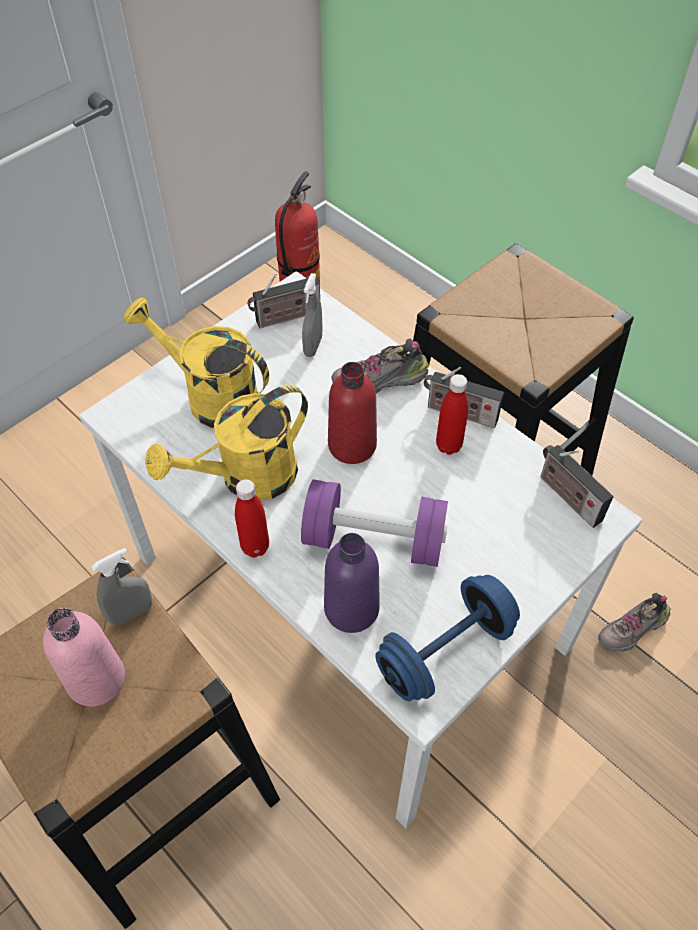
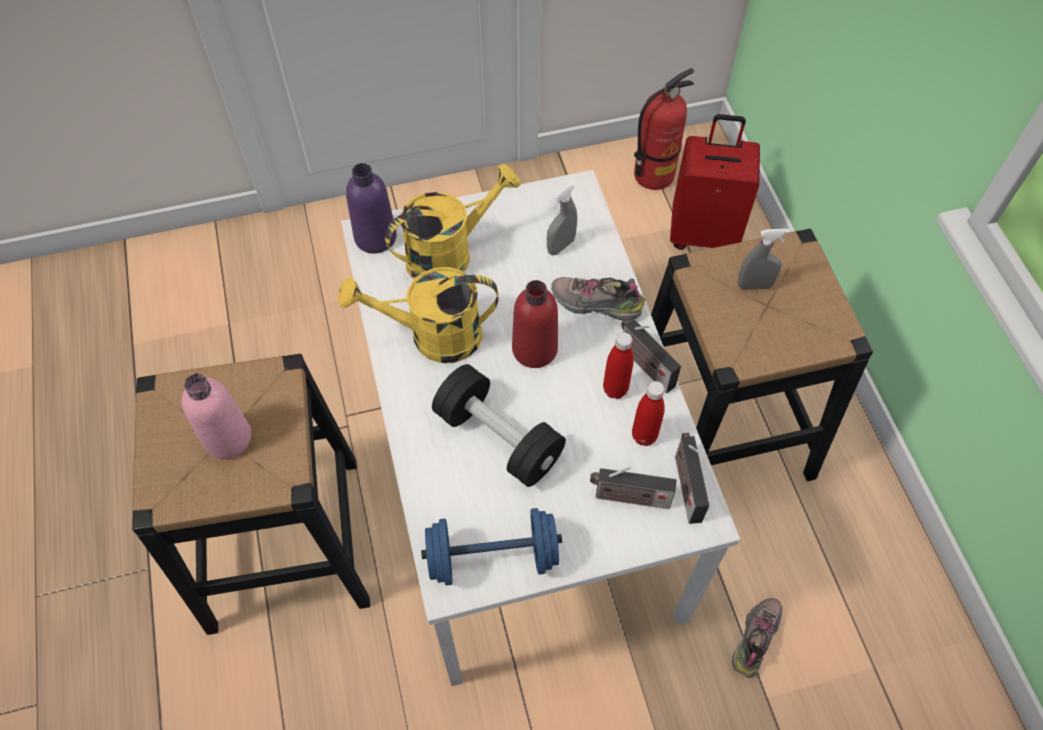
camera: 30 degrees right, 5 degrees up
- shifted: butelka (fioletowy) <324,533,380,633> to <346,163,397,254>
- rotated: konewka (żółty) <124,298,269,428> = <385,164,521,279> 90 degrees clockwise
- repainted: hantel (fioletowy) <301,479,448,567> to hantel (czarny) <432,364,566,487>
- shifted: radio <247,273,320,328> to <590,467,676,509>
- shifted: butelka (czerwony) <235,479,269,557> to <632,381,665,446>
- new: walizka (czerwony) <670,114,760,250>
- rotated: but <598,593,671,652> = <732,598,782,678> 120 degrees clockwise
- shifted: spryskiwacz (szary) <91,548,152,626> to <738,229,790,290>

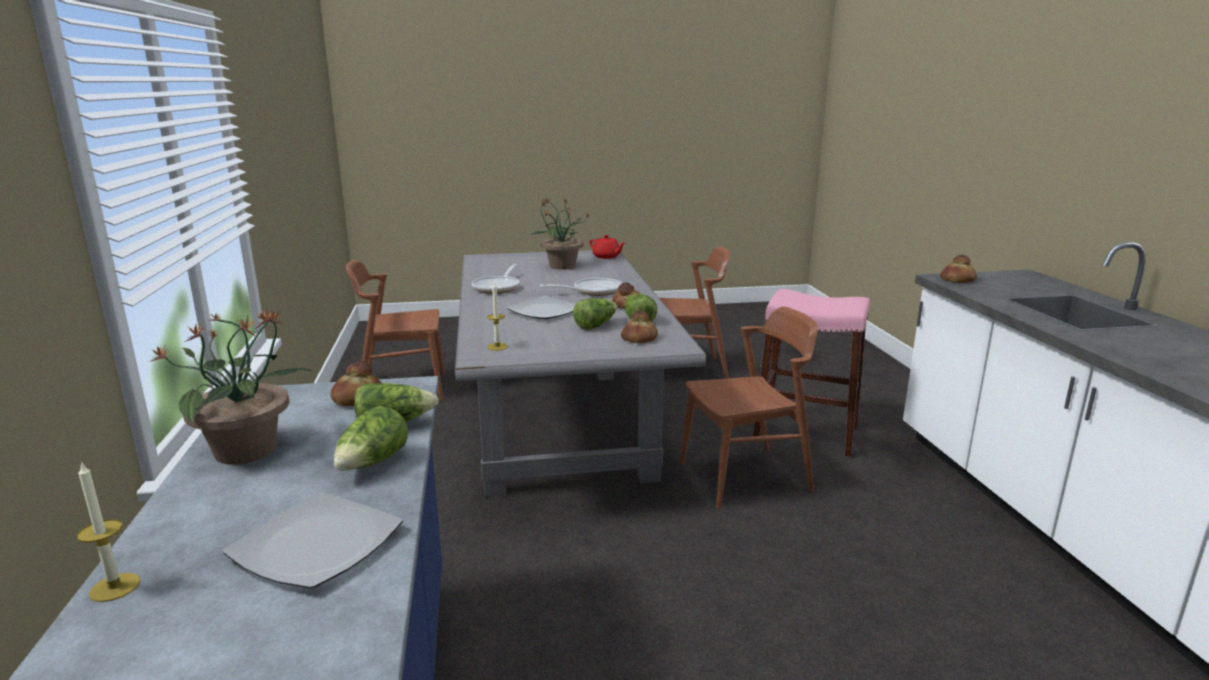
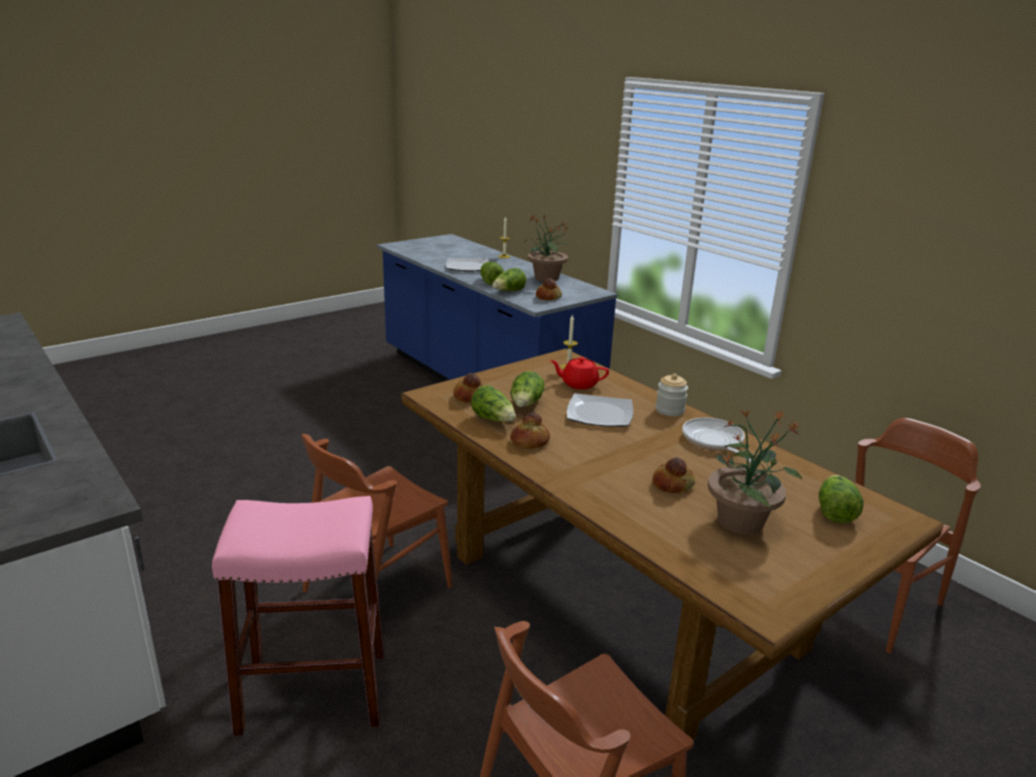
camera: 150 degrees right, 5 degrees up
- repainted: stół jadalny (szary) <455,250,706,497> to stół jadalny (brązowy) <401,349,944,740>
- shifted: imbryk (czerwony) <589,235,625,259> to <550,357,609,389>
- shifted: chleb <940,255,977,283> to <653,457,695,493>
- new: słoik <656,374,688,416>
- new: sałata <819,475,864,524>
- gone: patelnia <540,278,622,296>

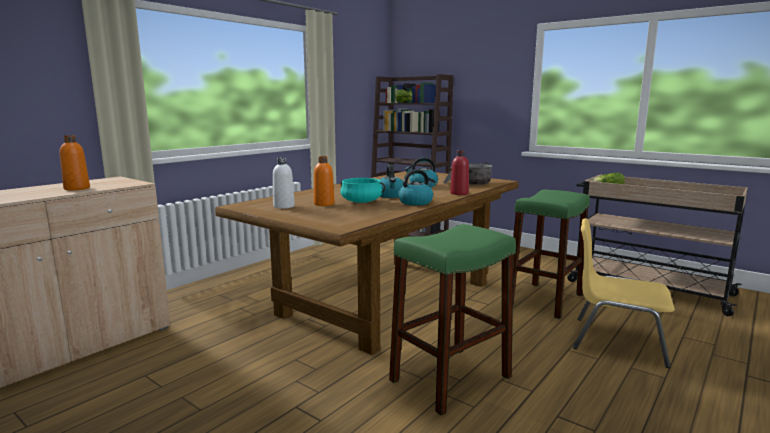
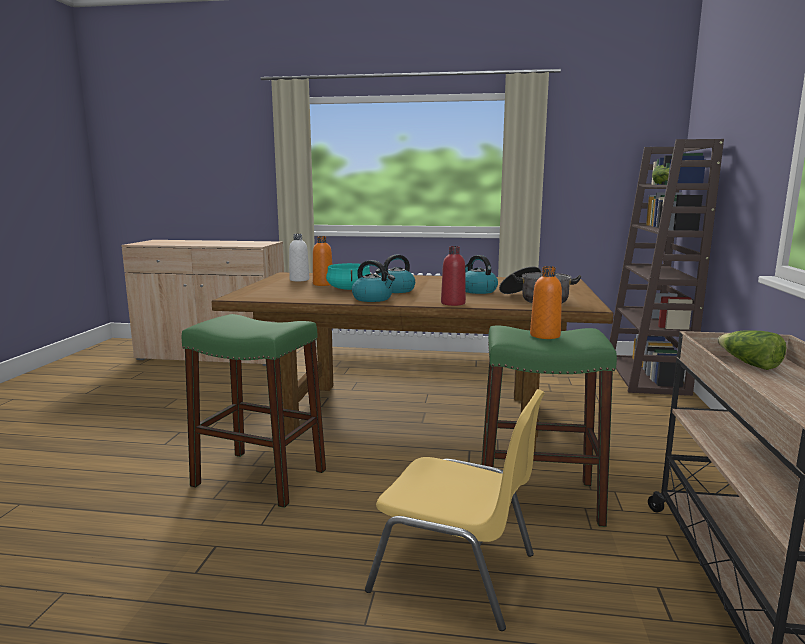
camera: 60 degrees right, 0 degrees up
- rotated: krzesło (żółty) <573,218,675,368> = <365,389,545,631> 120 degrees clockwise
- shifted: butelka (pomarańczowy) <60,135,90,191> to <530,266,562,339>

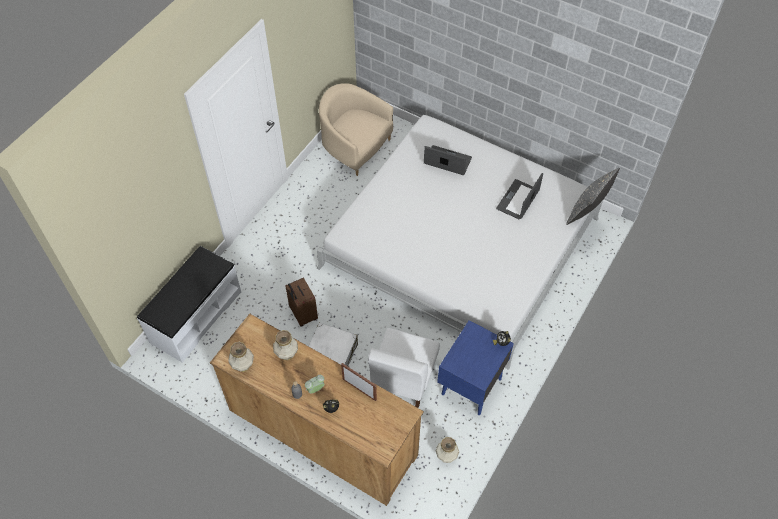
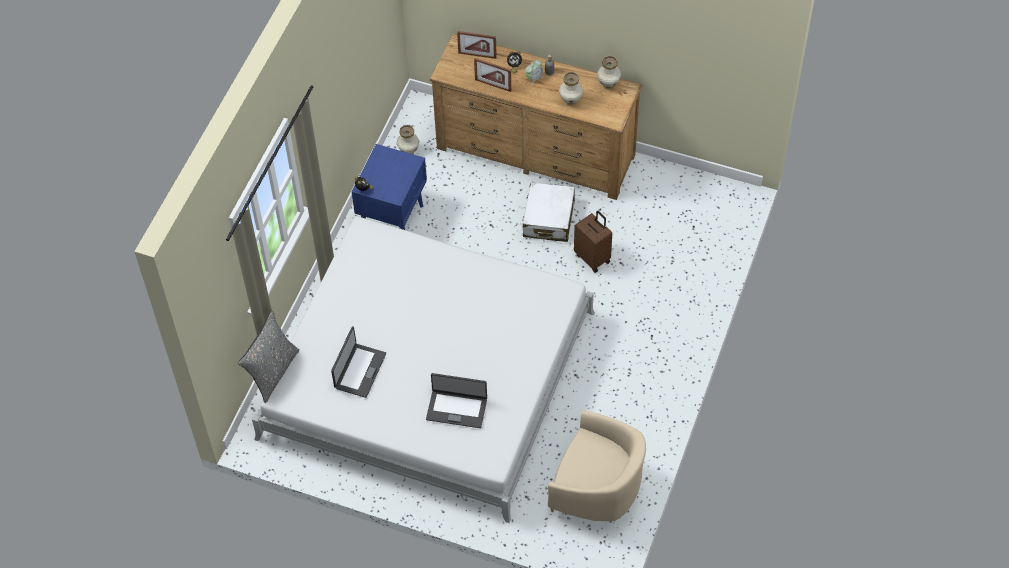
camera: 170 degrees right, 0 degrees up
- new: ramka na zdjęcie <457,31,497,59>
- gone: ławka (biały) <137,246,241,363>
- gone: krzesło (biały) <368,328,440,408>

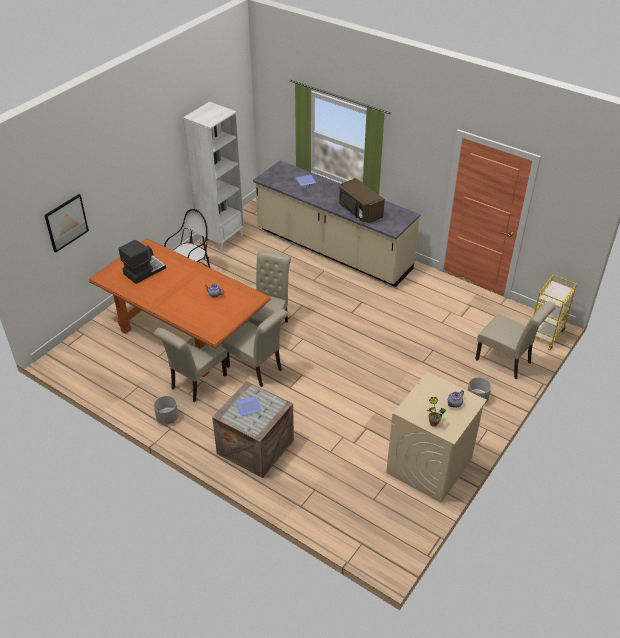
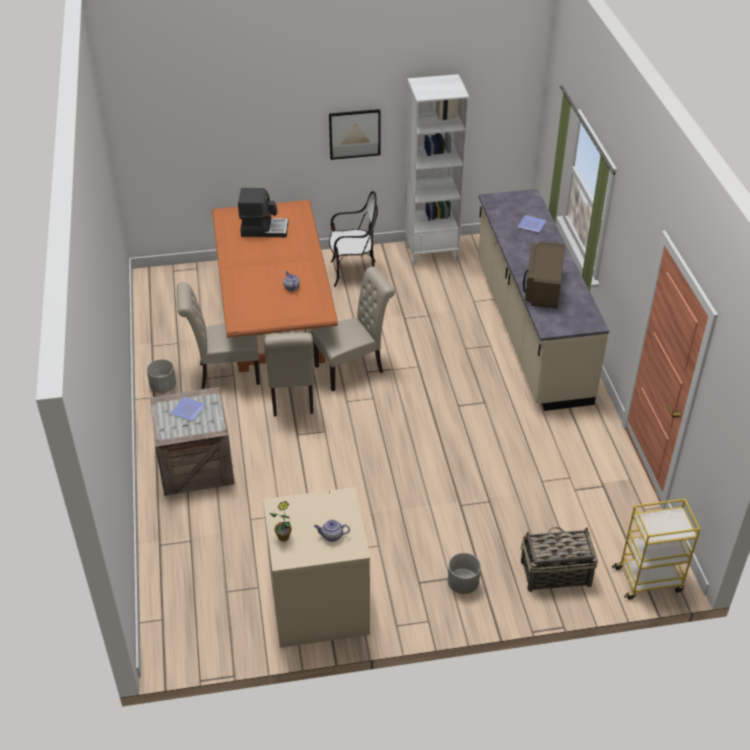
camera: 45 degrees right, 0 degrees up
- shifted: obraz <44,194,89,253> to <329,109,381,160>
- swapped: krzesło (beżowy) <475,302,556,380> to koszyk <520,527,598,592>

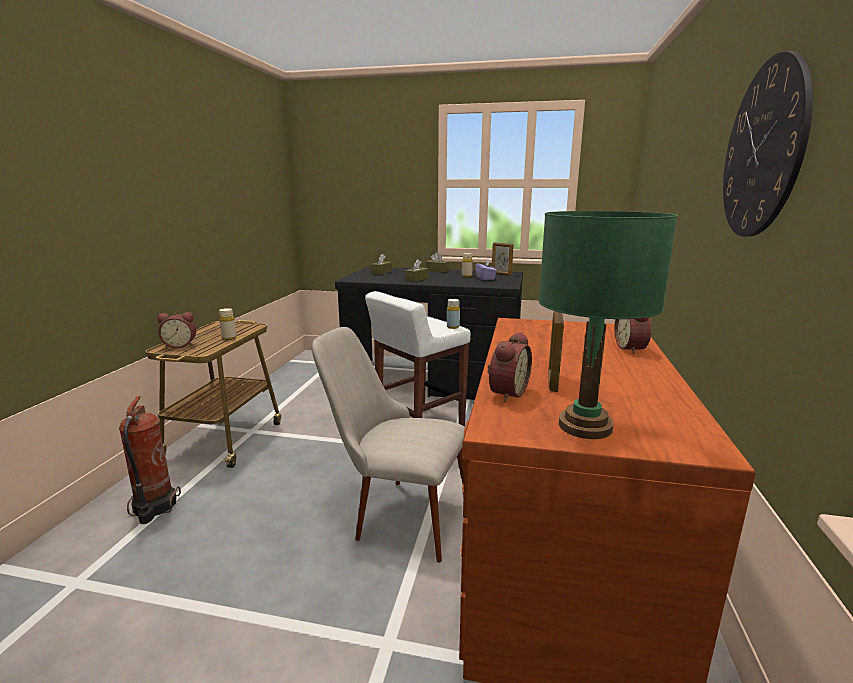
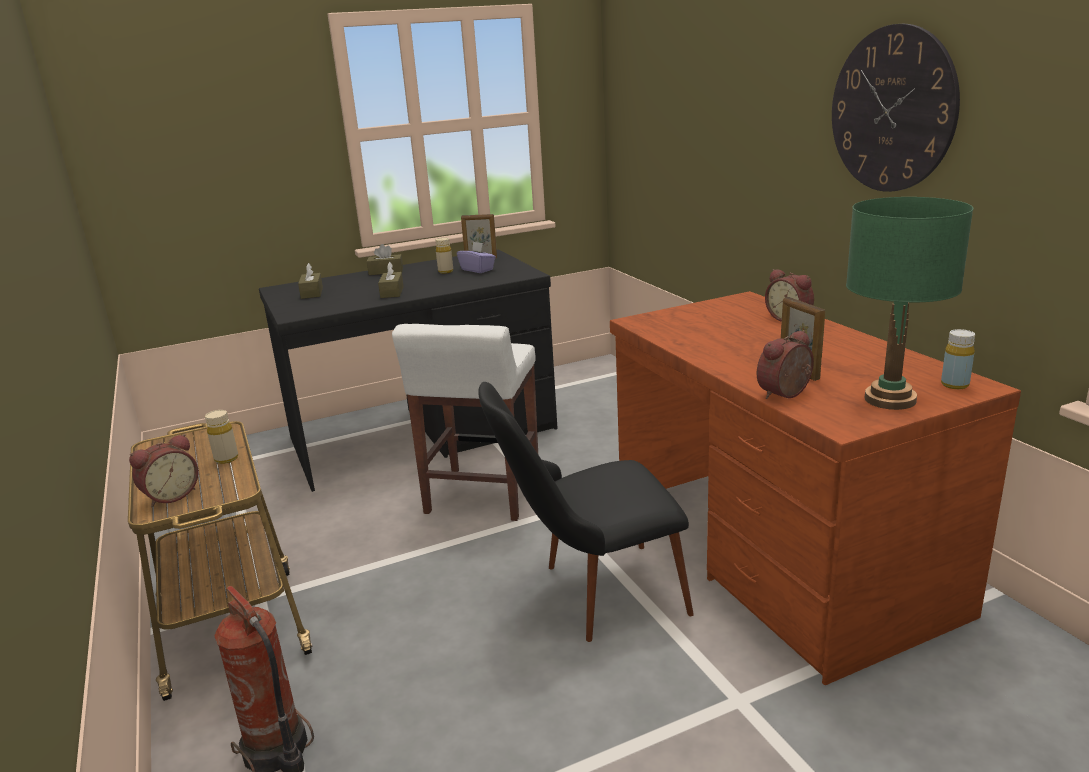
camera: 35 degrees left, 5 degrees up
- repainted: krzesło (beżowy) <312,327,465,563> to krzesło (czarny) <478,382,694,642>
- rotated: budzik <487,332,532,402> = <757,330,814,399> 120 degrees counterclockwise
- shifted: butelka (żółty) <447,299,460,329> to <941,329,975,389>

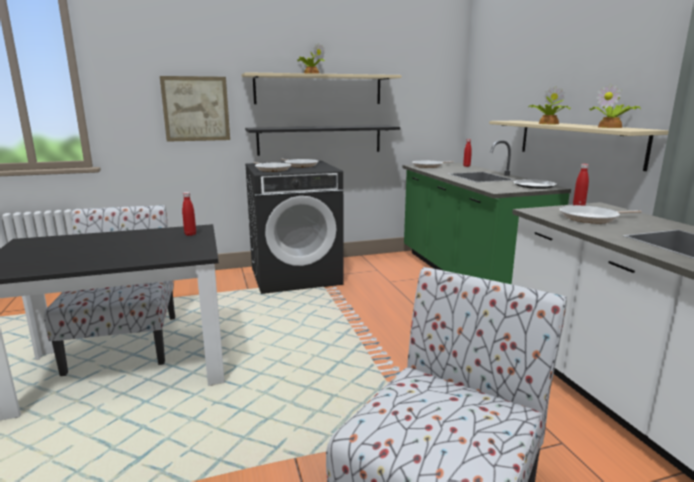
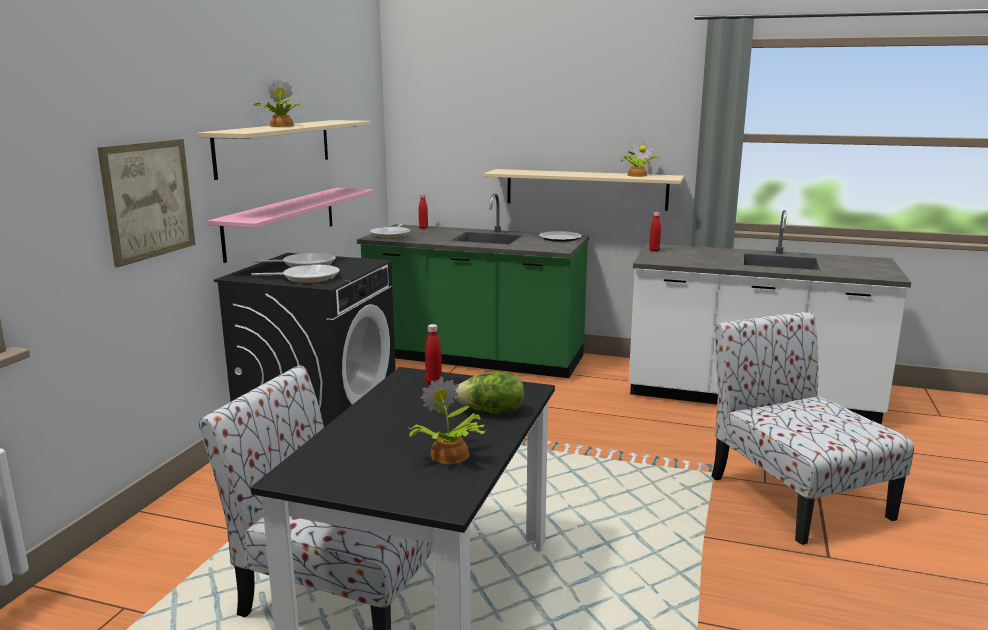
camera: 55 degrees left, 0 degrees up
- repainted: półka (czarny) <245,125,400,156> to półka (różowy) <208,188,374,263>
- shifted: roślina doniczkowa <529,86,571,124> to <409,377,486,464>
- new: sałata <455,372,525,414>
- gone: patelnia <560,205,642,223>

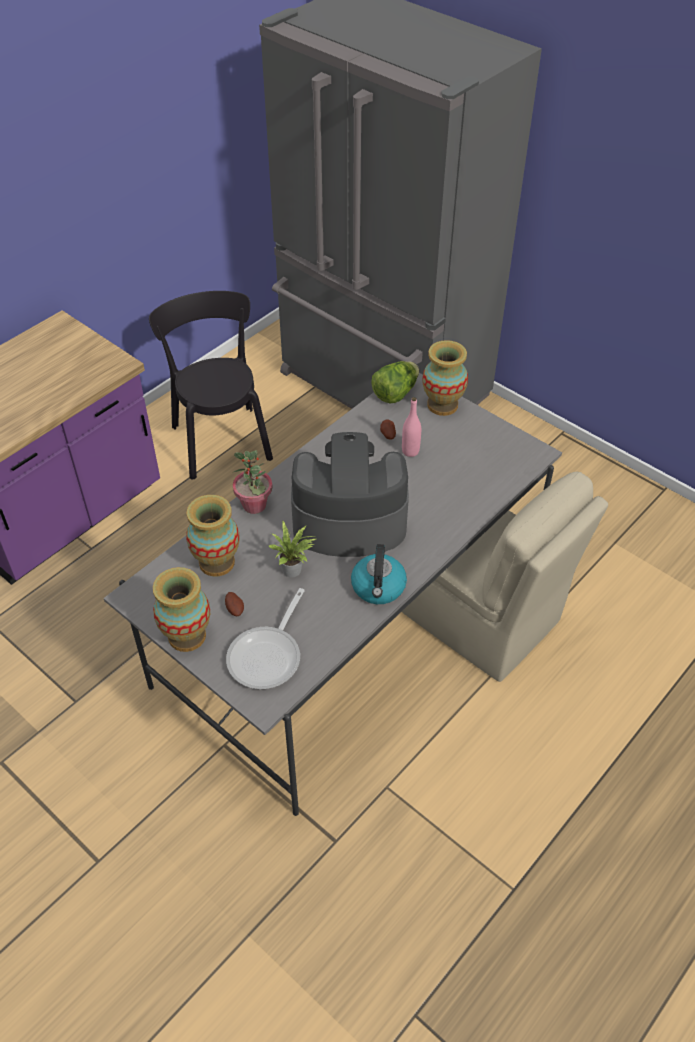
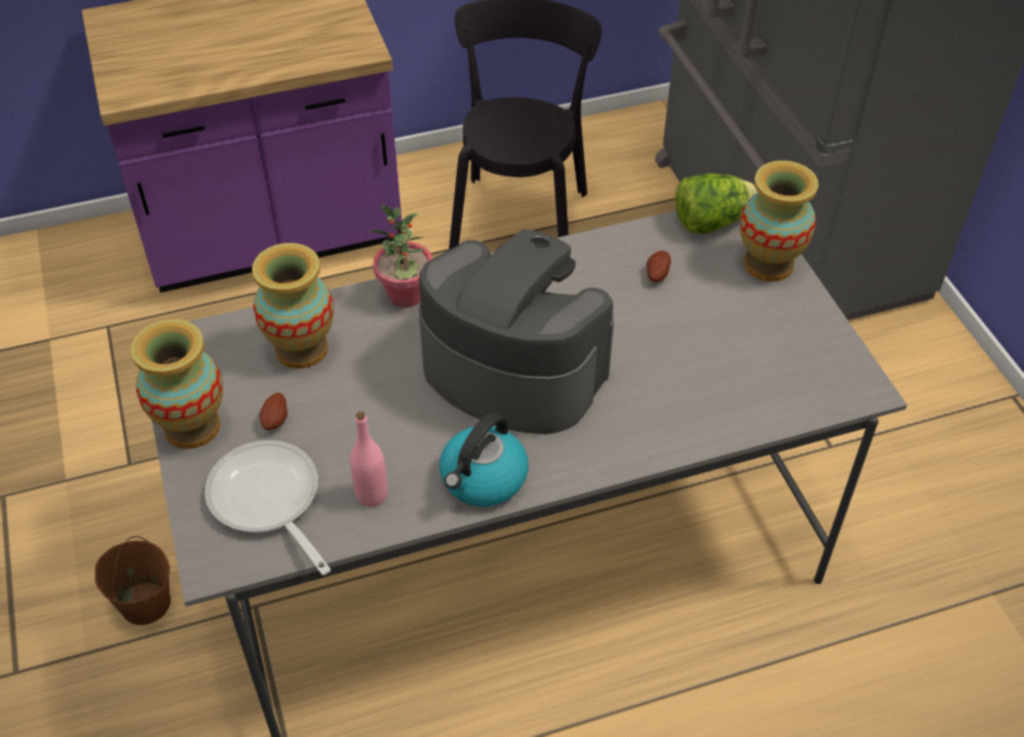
camera: 30 degrees right, 0 degrees up
- new: wiadro (brązowy) <95,536,171,625>
- rotated: patelnia <226,588,305,689> = <205,440,331,575> 90 degrees clockwise
- shifted: butelka (różowy) <402,397,421,457> to <350,411,388,507>
- gone: roślina doniczkowa <269,521,316,578>
- gone: krzesło (beżowy) <402,472,608,682>

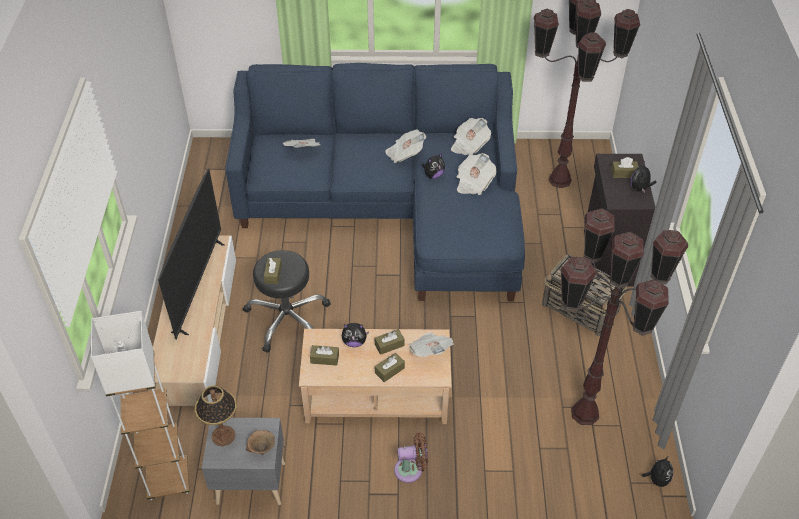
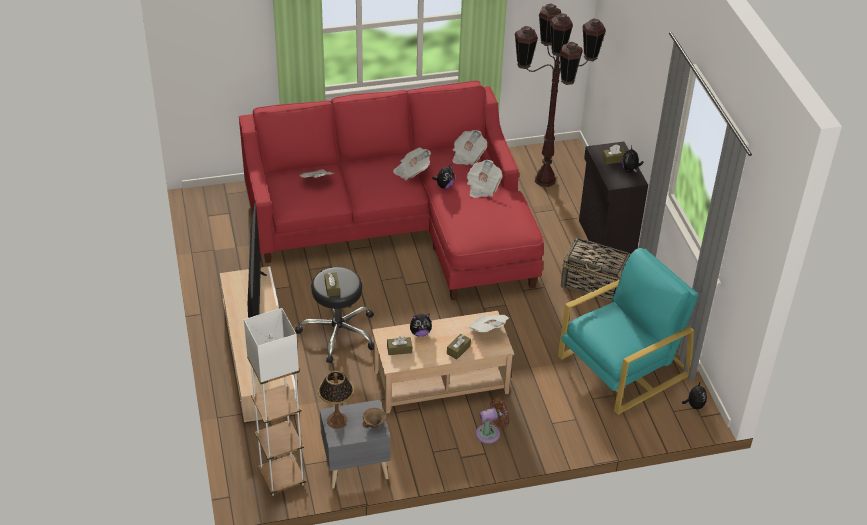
camera: 15 degrees left, 5 degrees down
- repainted: kanapa (niebieski) <225,63,525,301> to kanapa (czerwony) <239,80,544,300>
- swapped: lampa stojąca (brązowy) <560,208,688,425> to fotel (turkusowy) <558,248,699,415>
- gone: pudełko chusteczek (brązowy) <375,329,405,355>

